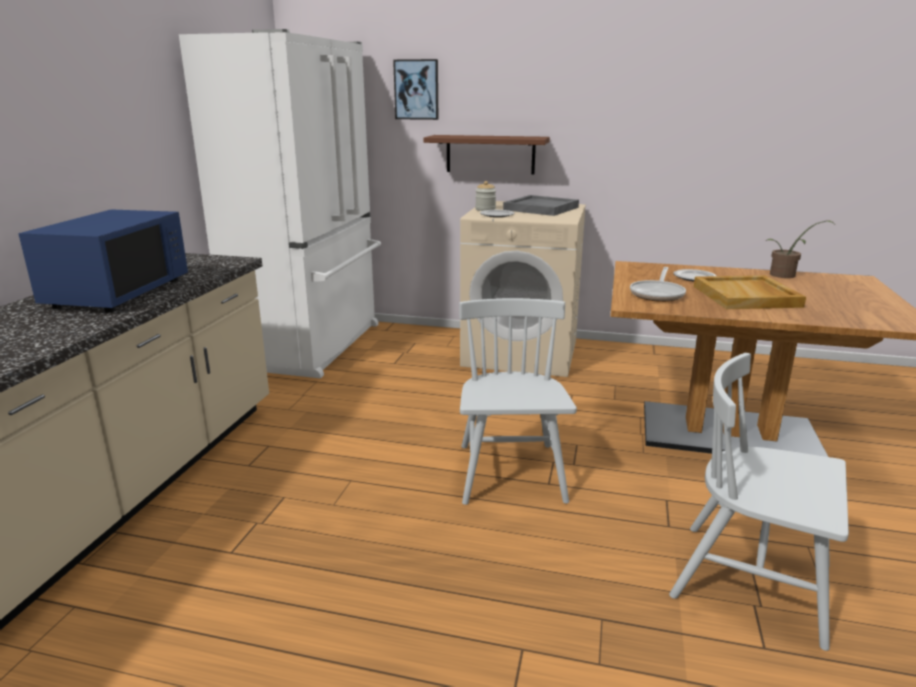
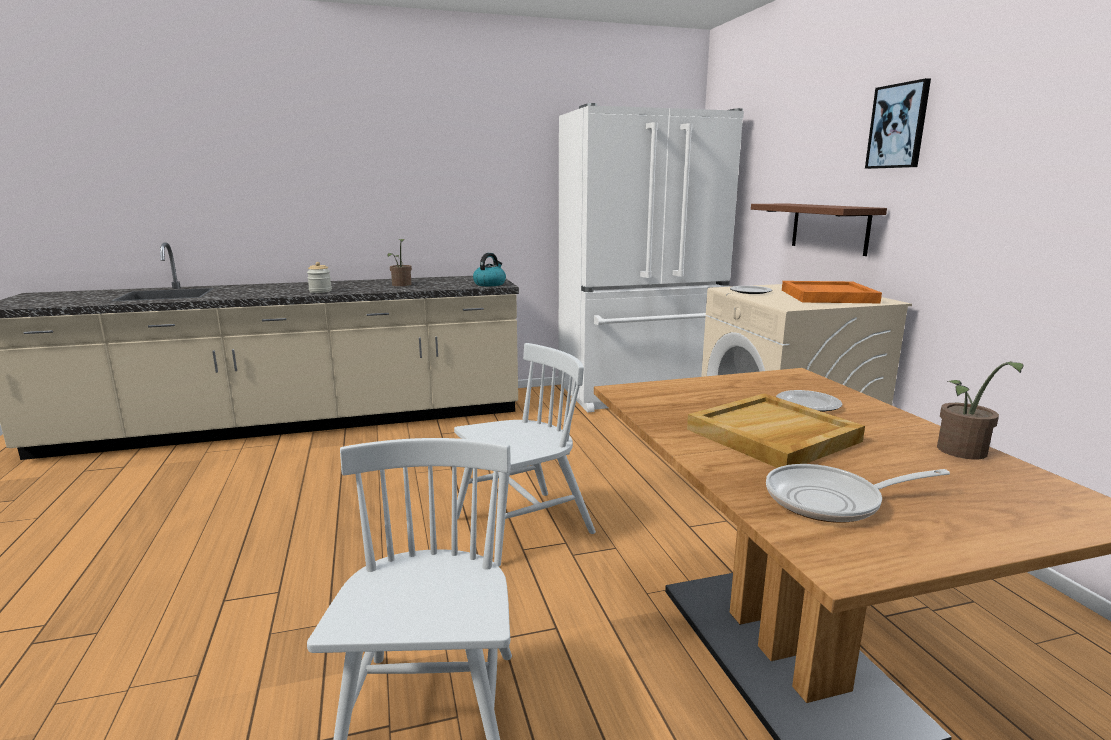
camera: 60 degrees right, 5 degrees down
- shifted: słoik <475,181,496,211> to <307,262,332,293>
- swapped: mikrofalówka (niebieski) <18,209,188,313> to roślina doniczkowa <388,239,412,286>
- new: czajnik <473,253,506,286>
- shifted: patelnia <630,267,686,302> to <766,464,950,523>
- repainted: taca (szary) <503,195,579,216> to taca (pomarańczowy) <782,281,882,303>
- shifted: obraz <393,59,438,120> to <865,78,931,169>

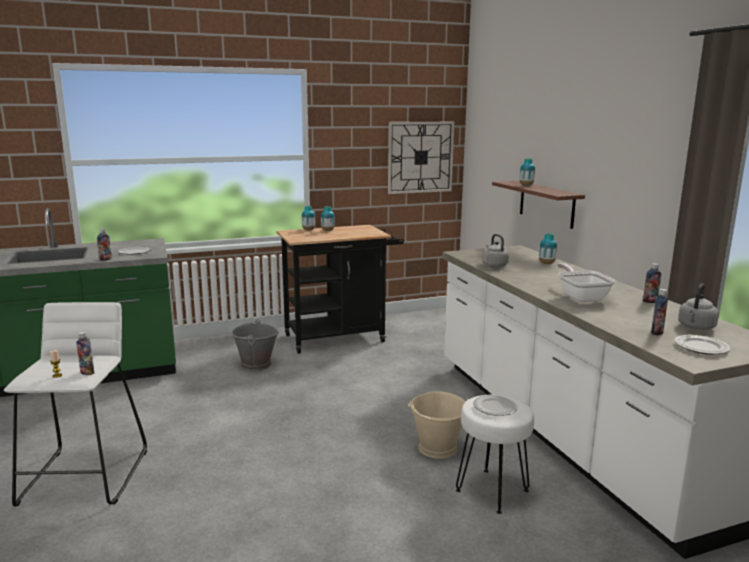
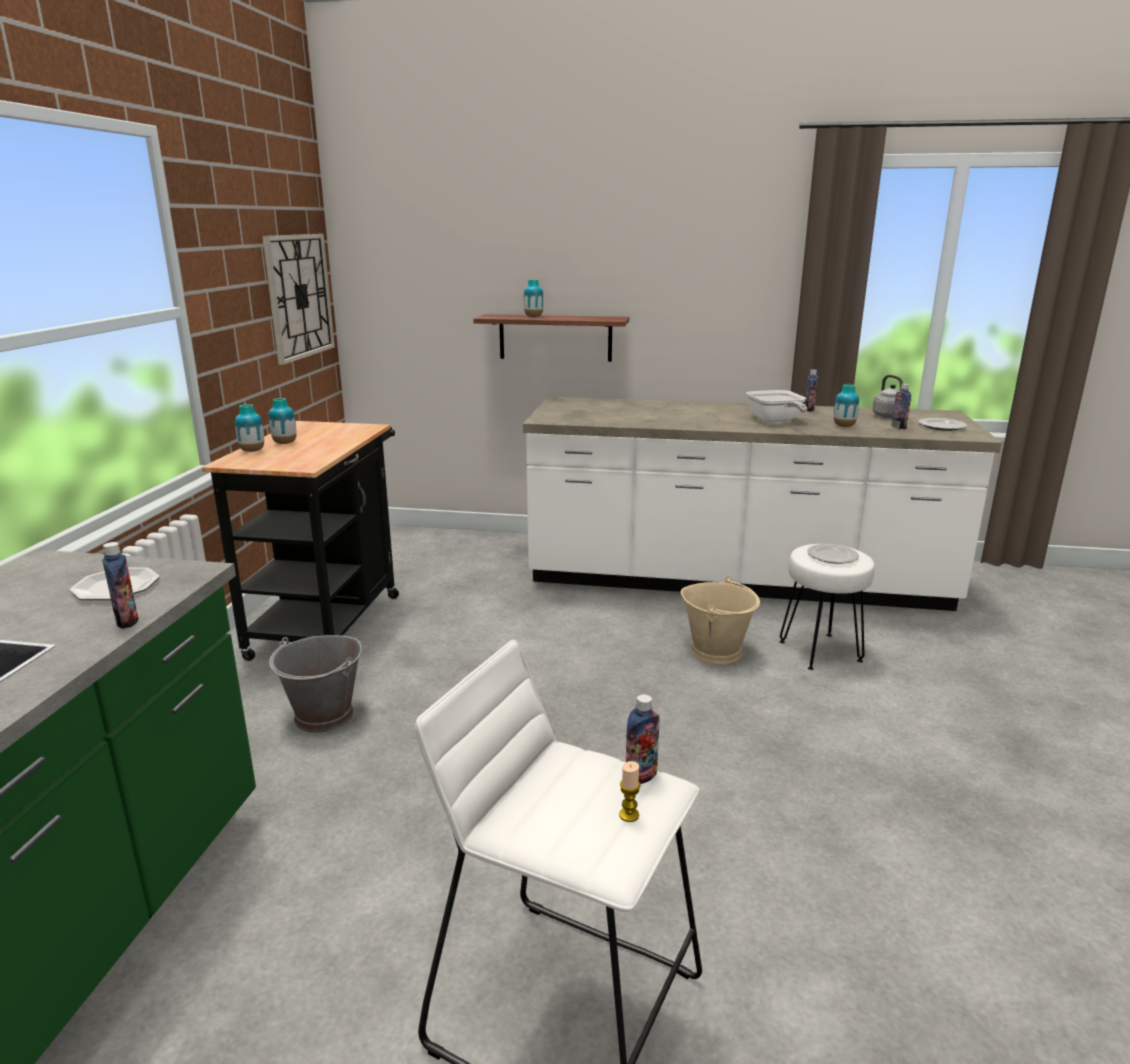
camera: 60 degrees left, 5 degrees up
- rotated: patelnia <557,263,615,302> = <746,390,807,423> 120 degrees counterclockwise
- shifted: wazon <539,233,557,264> to <834,384,859,427>
- gone: czajnik (szary) <482,234,509,267>

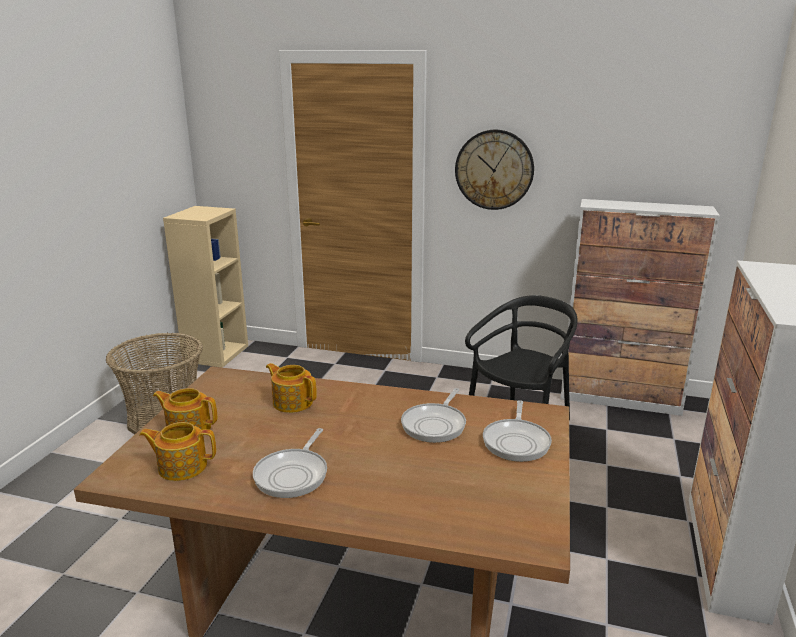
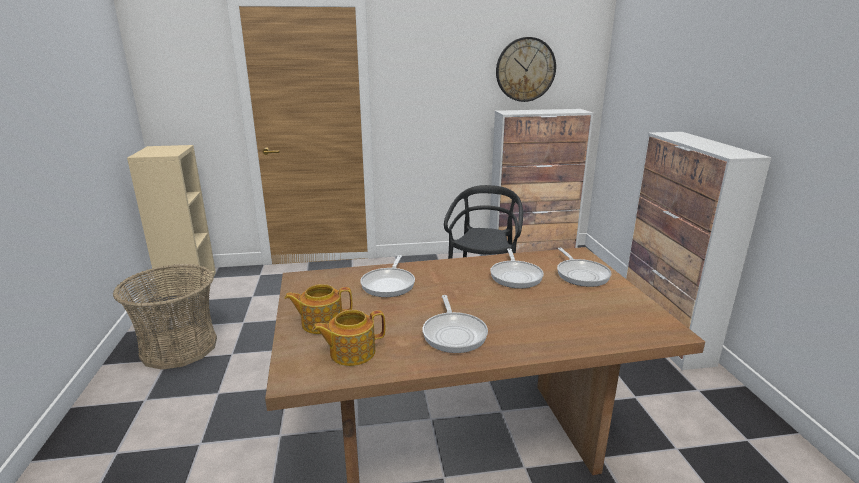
camera: 25 degrees left, 0 degrees up
- swapped: imbryk <266,363,317,413> to patelnia <361,255,415,297>
- shifted: zegar ścienny <455,129,534,210> to <496,37,556,102>

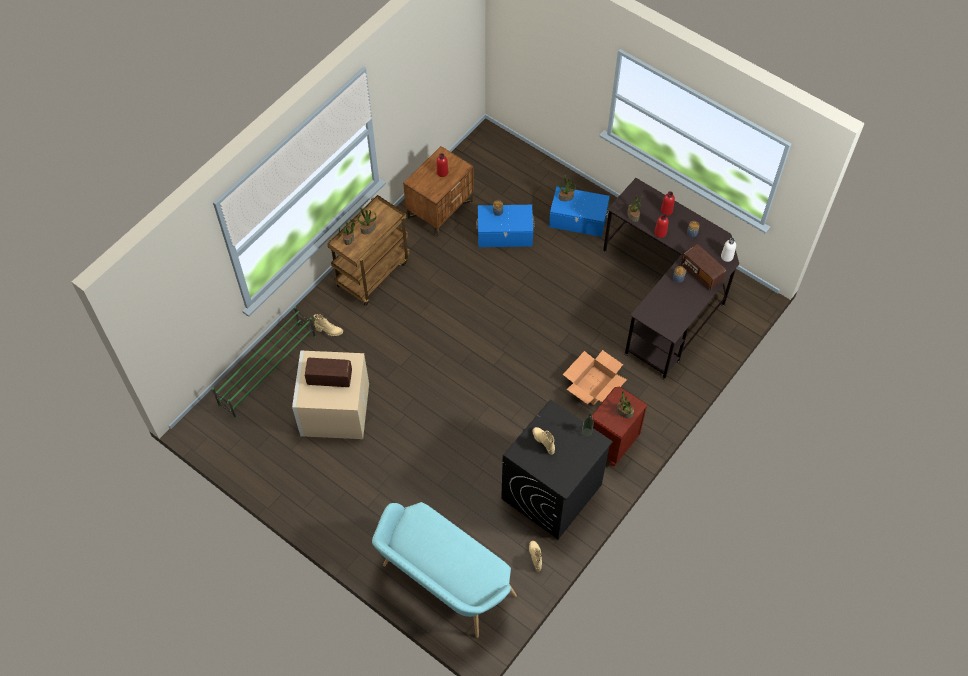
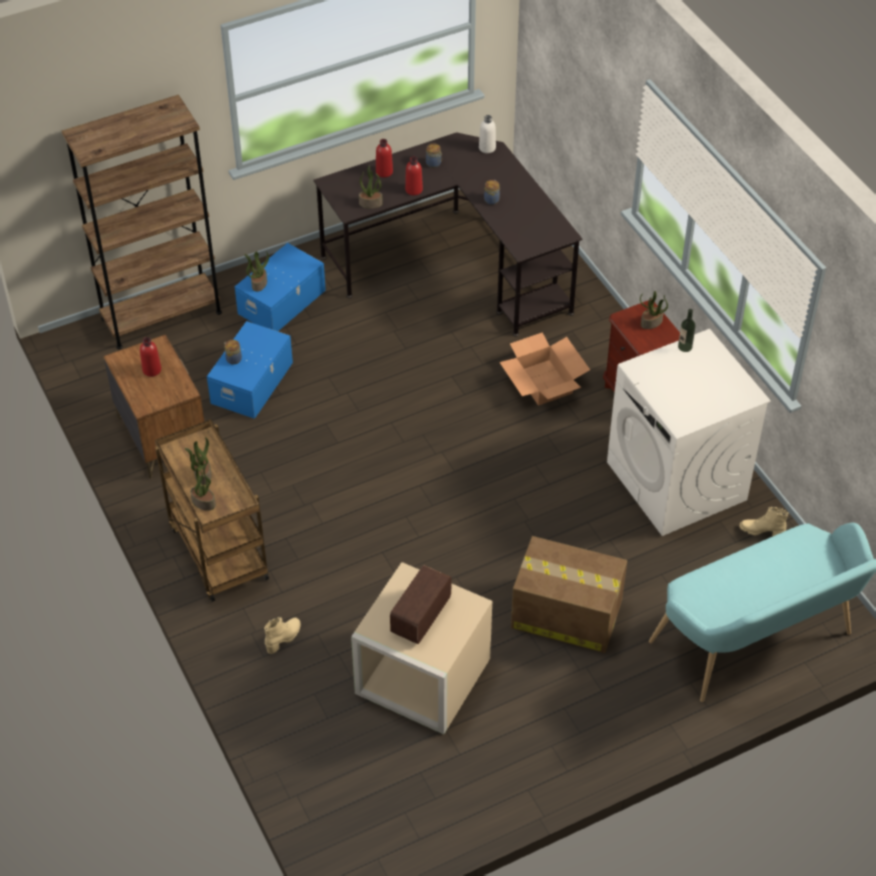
camera: 65 degrees left, 10 degrees down
- new: regał (brązowy) <62,95,222,349>
- new: karton <511,536,627,653>
- repainted: pralka (czarny) <501,399,613,539> to pralka (biały) <607,329,771,536>
- gone: regał na buty (zielony) <212,307,316,418>
- gone: but z cholewką (beżowy) <533,427,555,455>
- gone: radio <681,244,726,290>

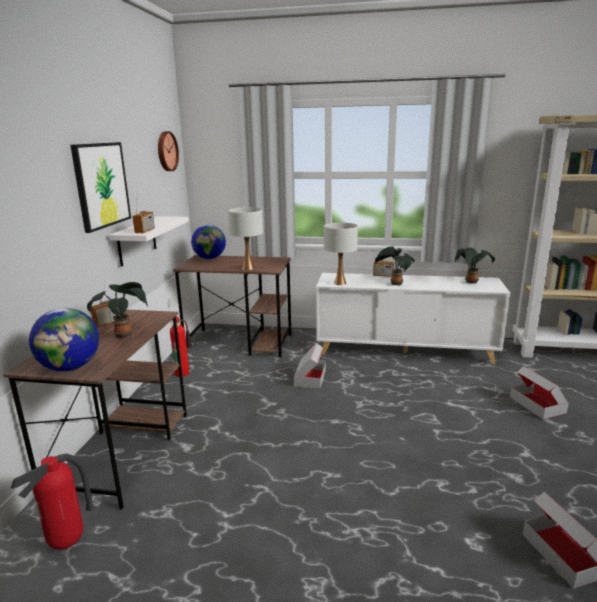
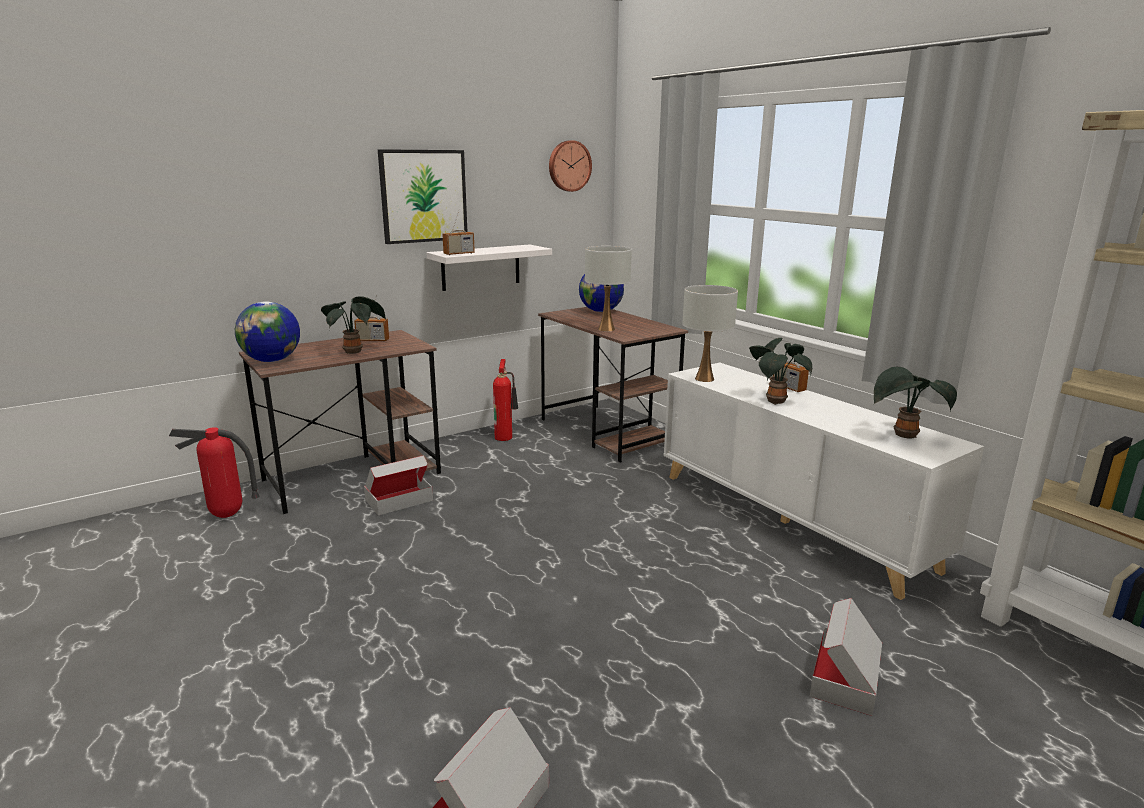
camera: 45 degrees right, 0 degrees up
- shifted: karton <294,343,326,389> to <364,455,433,515>

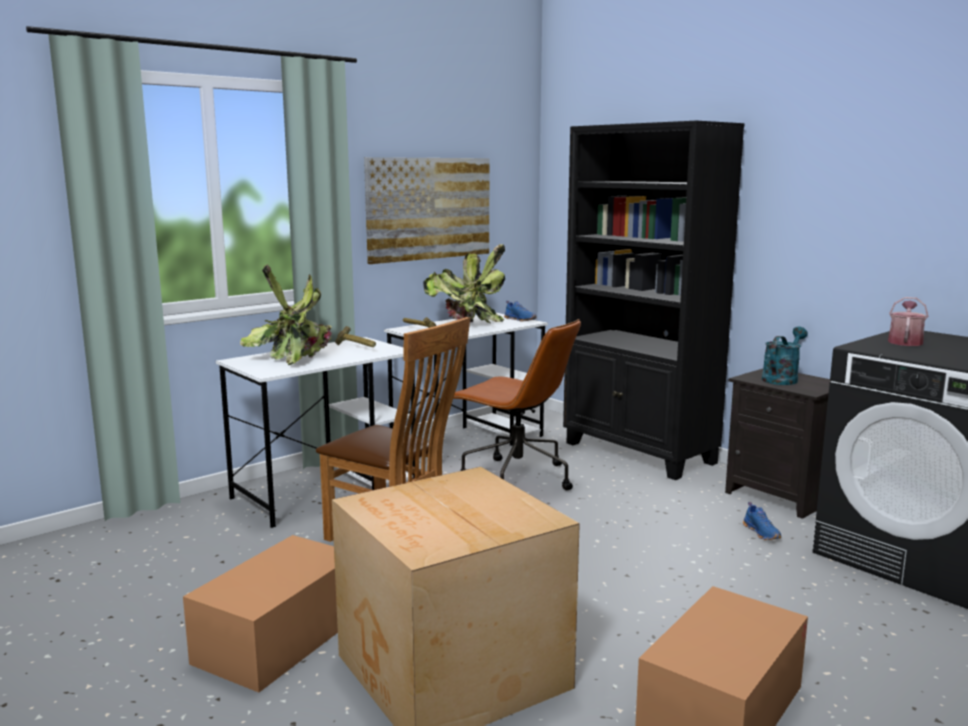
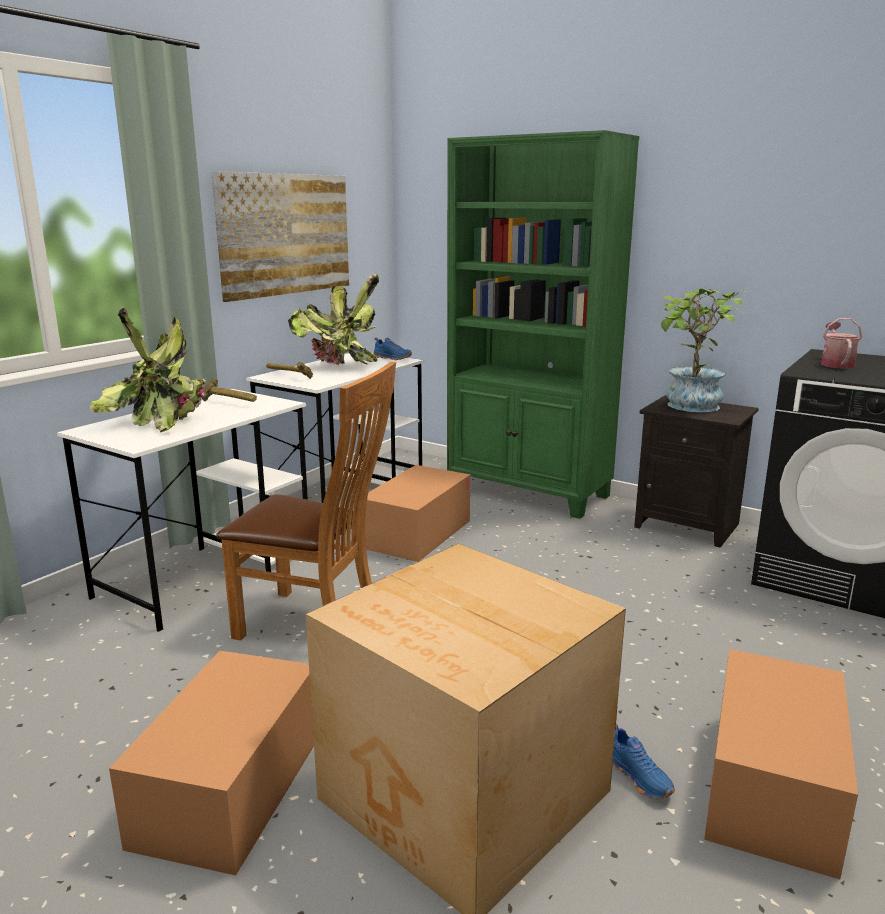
camera: 15 degrees left, 5 degrees up
- swapped: krzesło biurowe (brązowy) <453,319,581,490> to karton <365,465,470,562>
- repainted: regał (czarny) <563,121,745,480> to regał (zielony) <447,130,639,519>
- shifted: but (niebieski) <743,502,781,540> to <613,723,675,799>
- swapped: konewka (turkusowy) <762,327,808,385> to roślina doniczkowa <661,289,747,412>

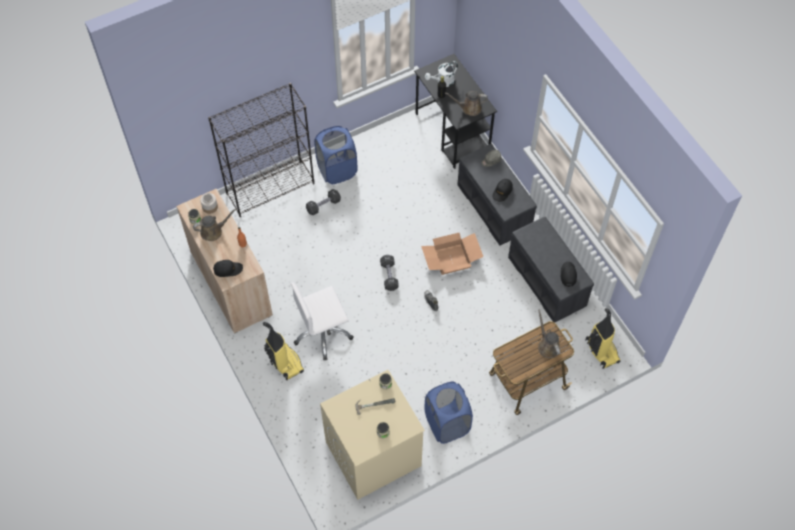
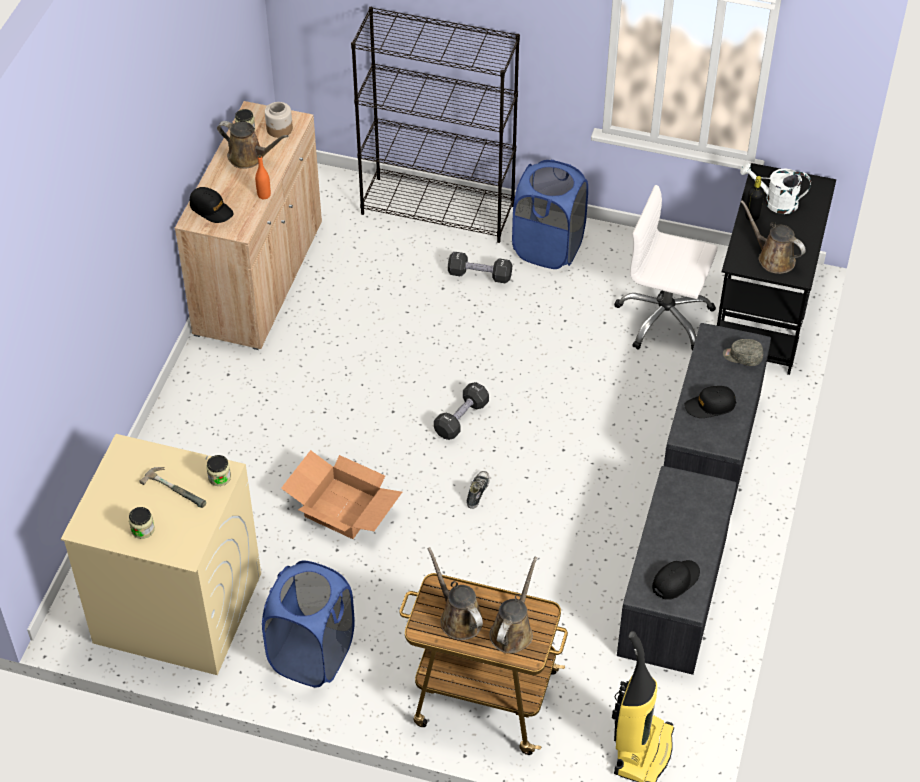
camera: 45 degrees right, 10 degrees down
- shifted: karton <421,232,483,275> to <281,450,402,539>
- new: konewka (brązowy) <427,547,483,640>
- shifted: krzesło biurowe (biały) <291,283,354,360> to <615,185,718,351>
- gone: odkurzacz <263,322,304,380>

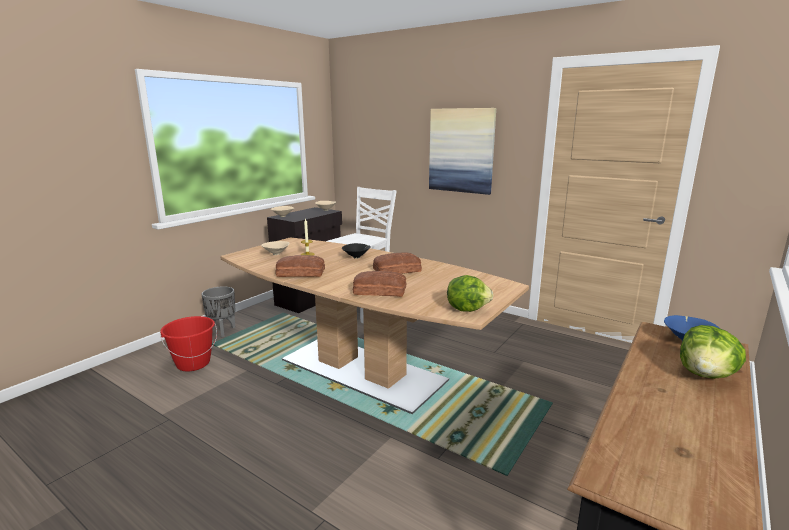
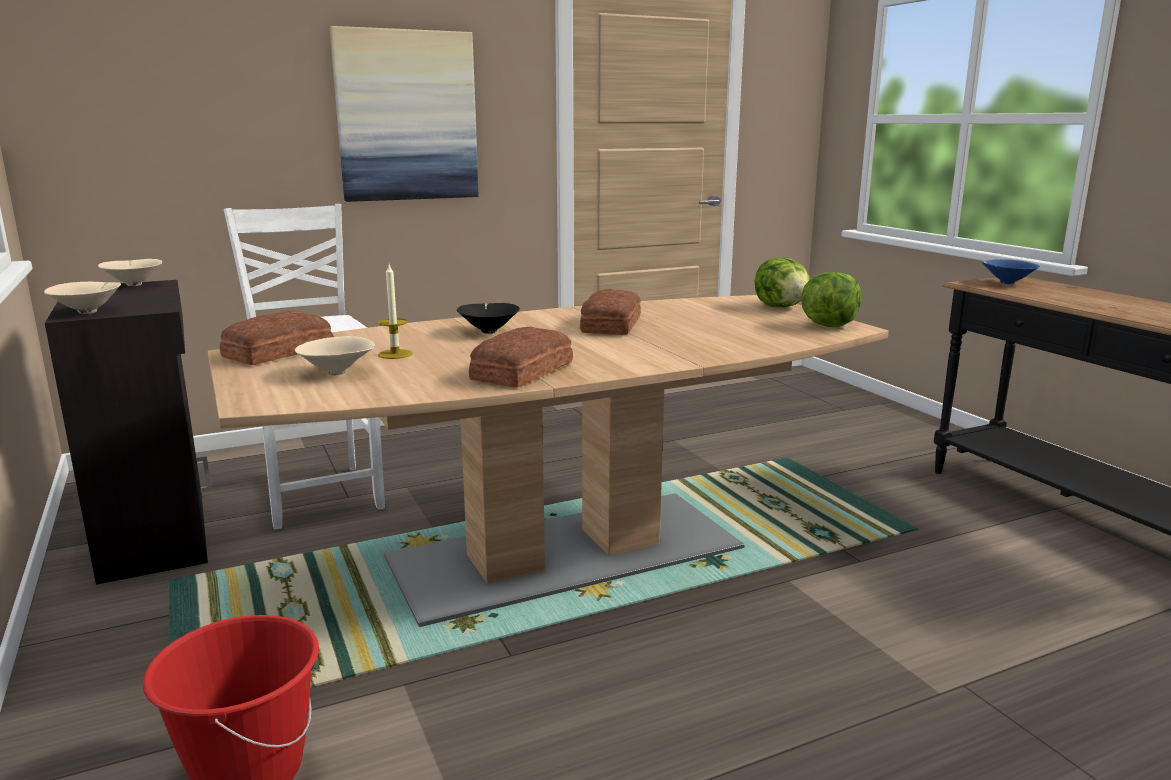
camera: 60 degrees left, 0 degrees up
- shifted: chleb <353,271,406,297> to <220,311,334,365>
- shifted: sałata <680,325,746,379> to <755,258,810,308>
- gone: donica (szary) <201,286,235,337>

